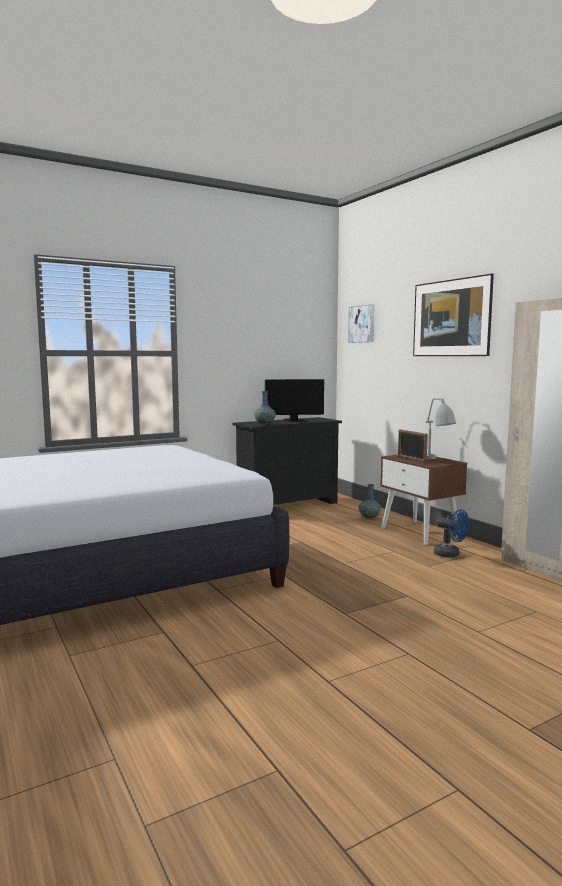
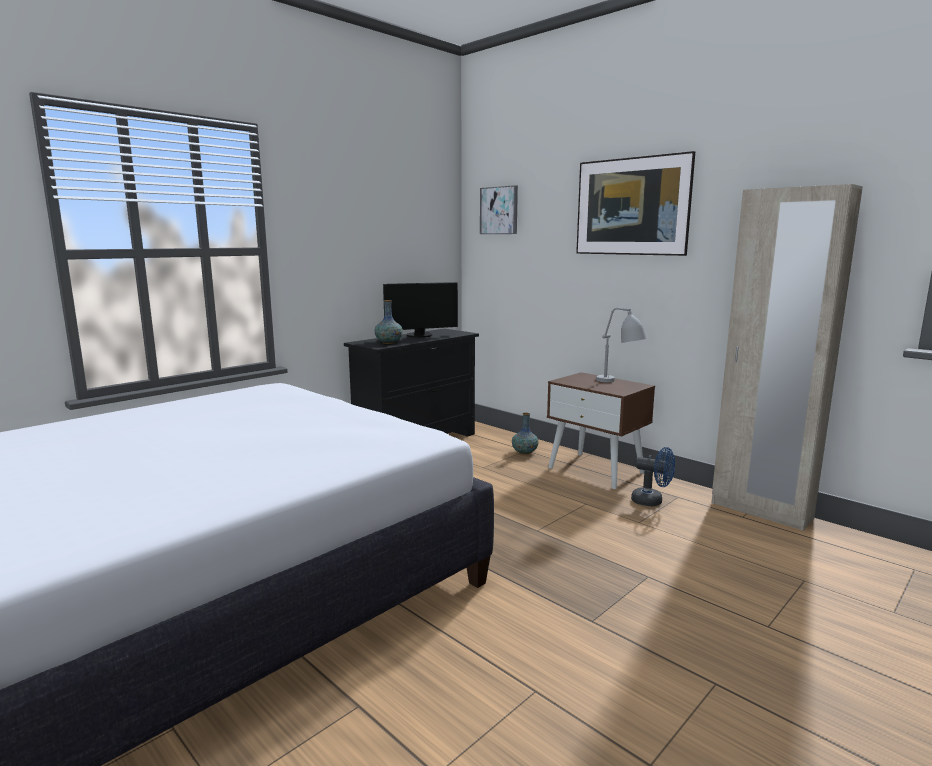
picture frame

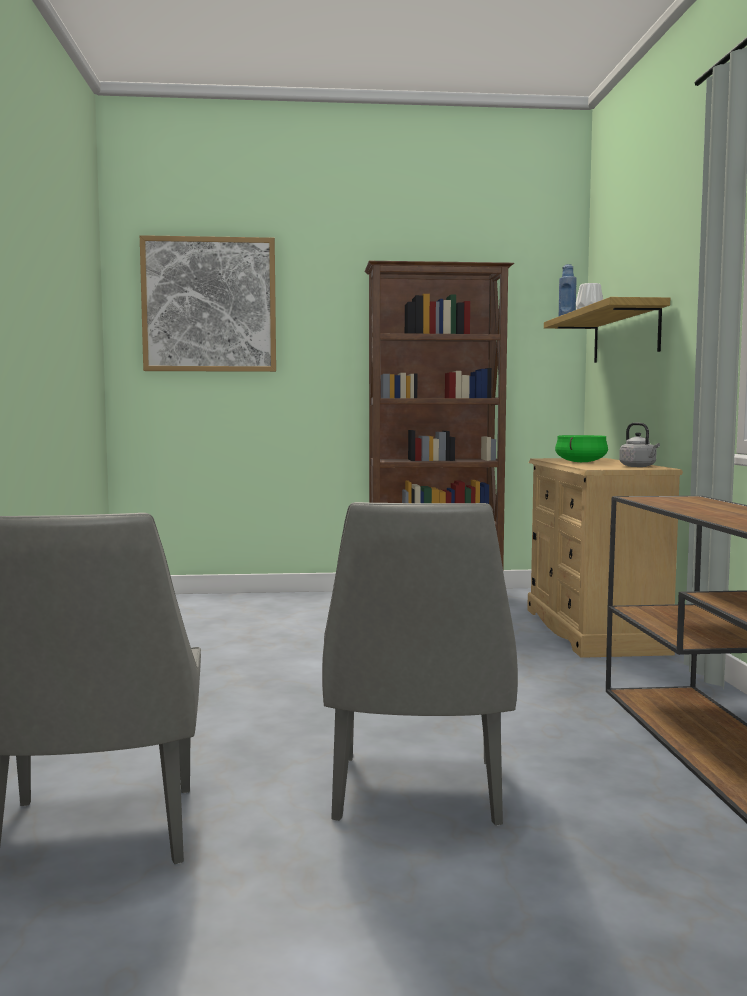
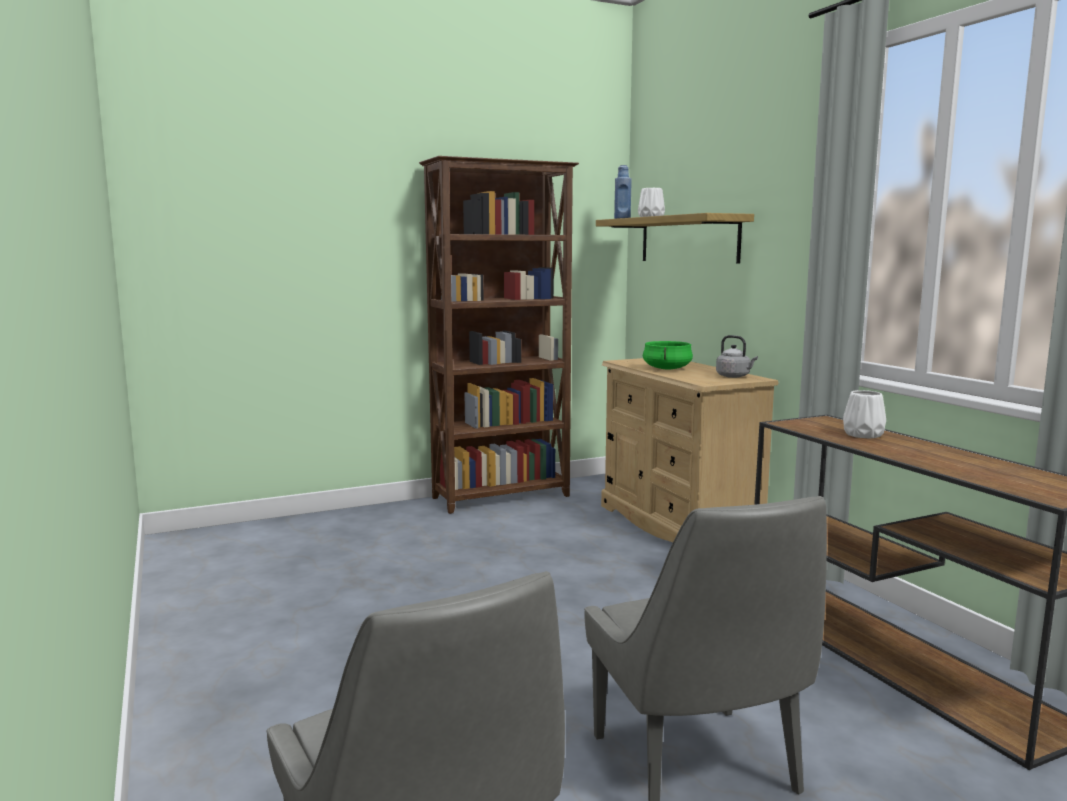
wall picture
decorative vase/white-coloured (2nd from left)

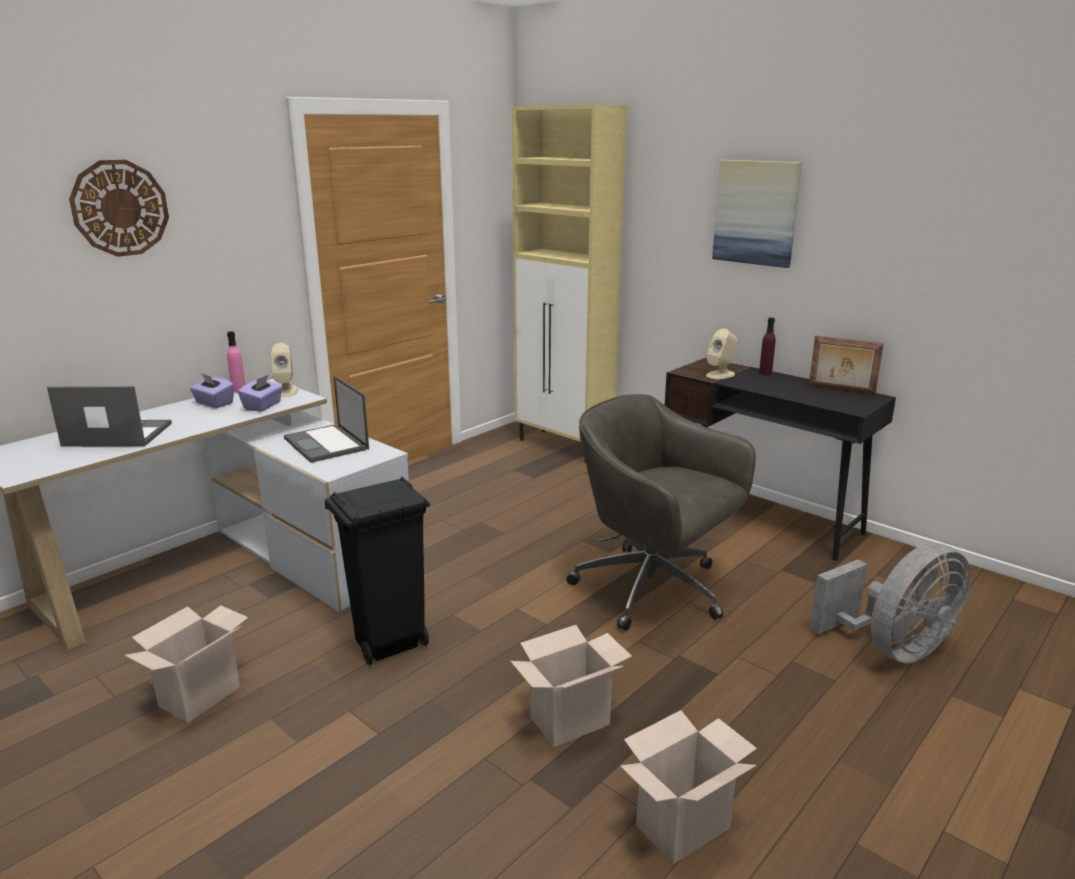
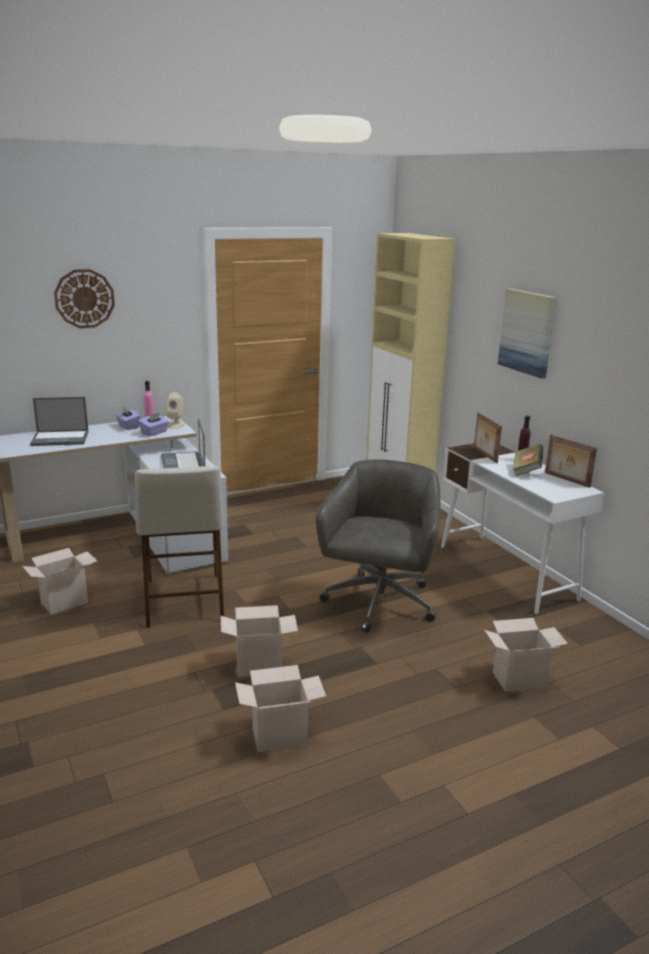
picture frame (1st from left)
desk/white-coloured (2nd from left)
portable computer (1st from left)
desk chair/grey
stool/beige
packing box (4th from left)
bound book

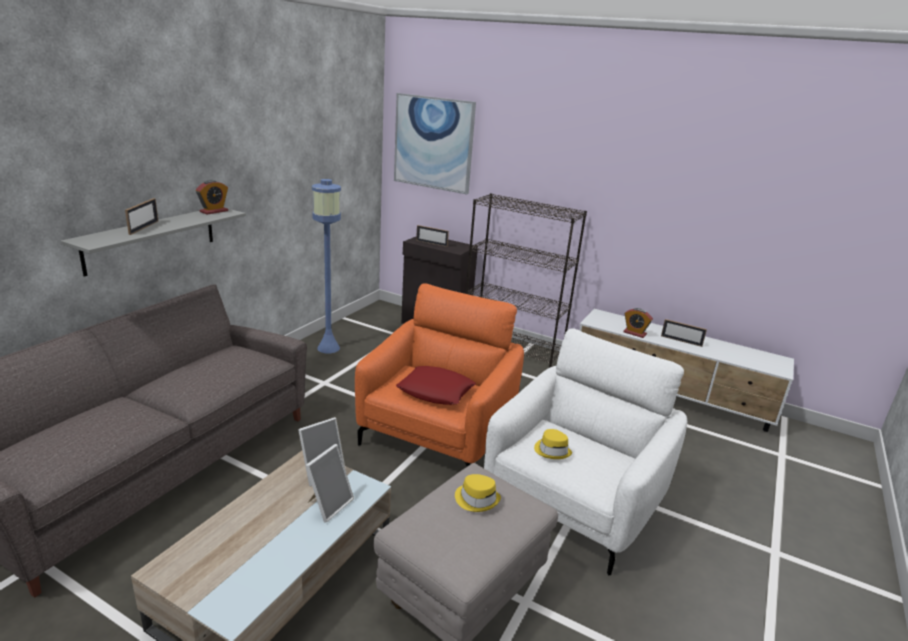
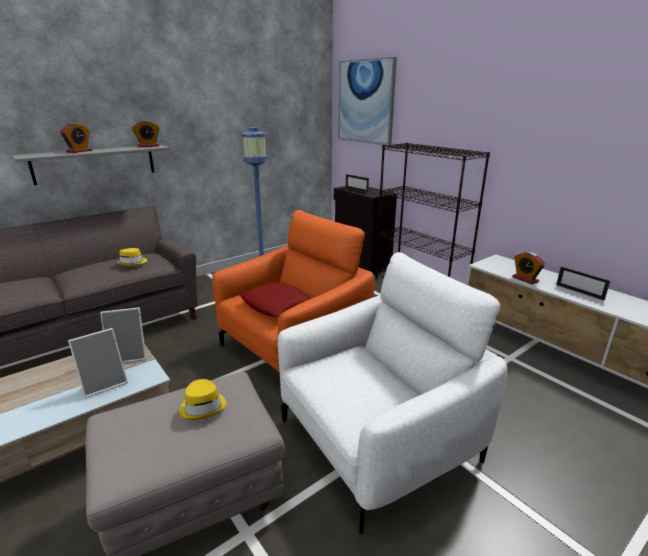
alarm clock (1st from left)
wearable hat/yellowish (1st from left)

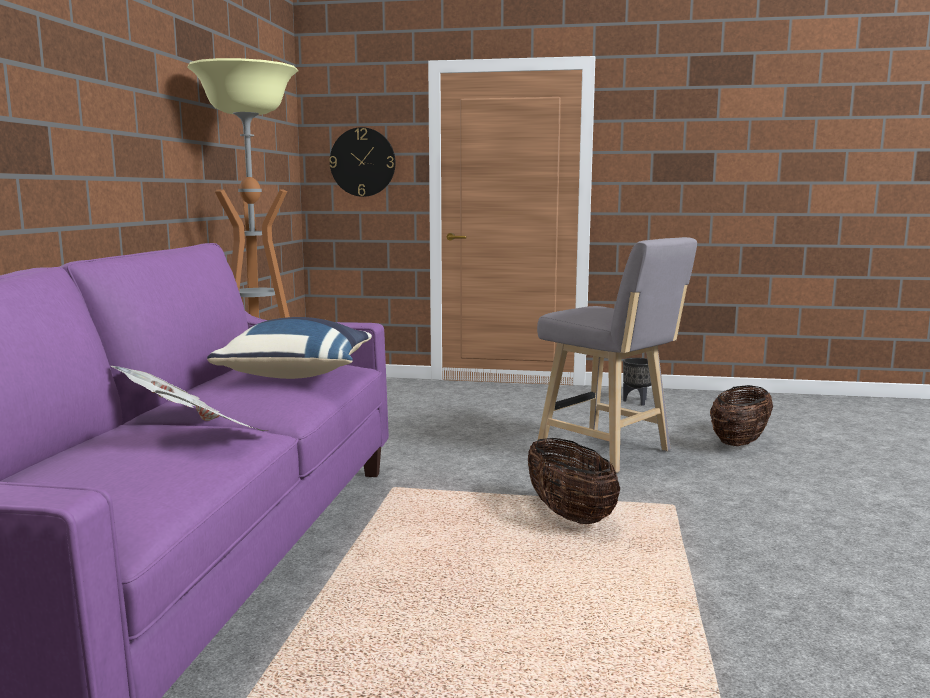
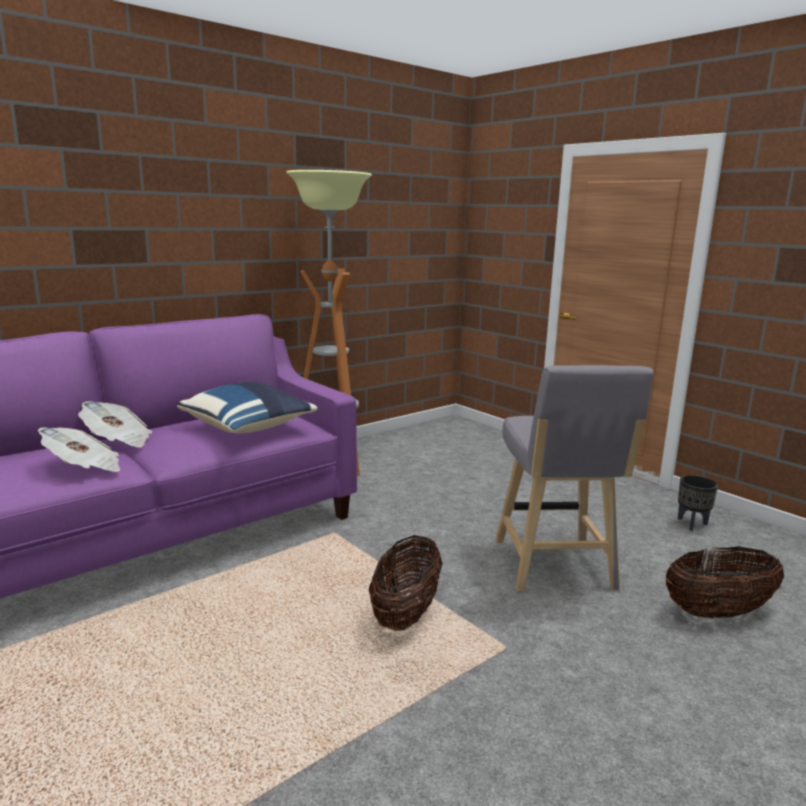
wall clock

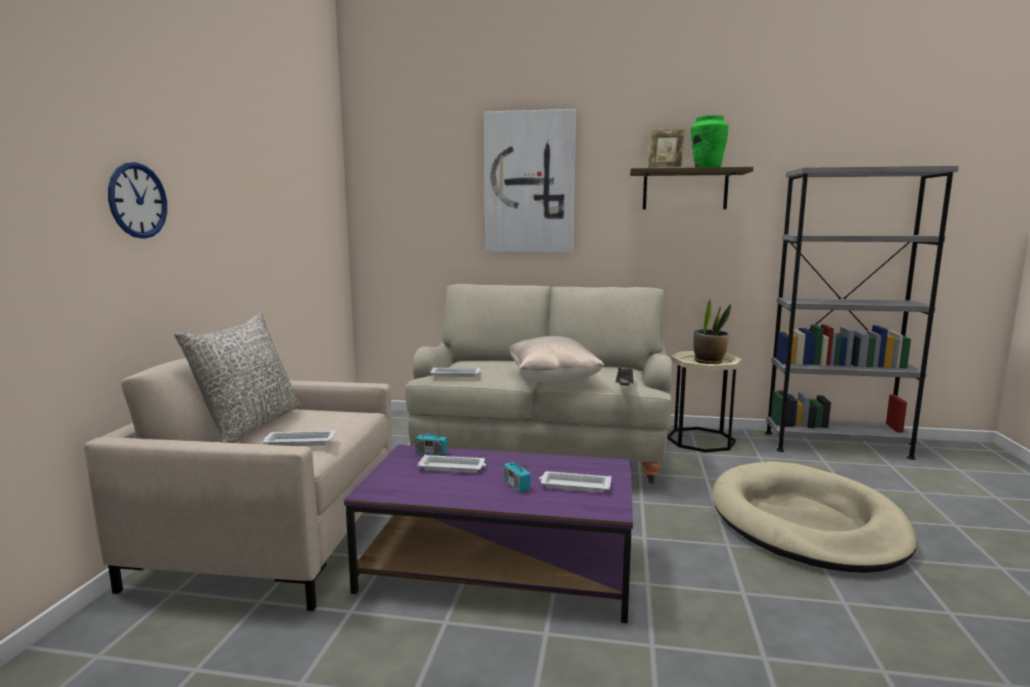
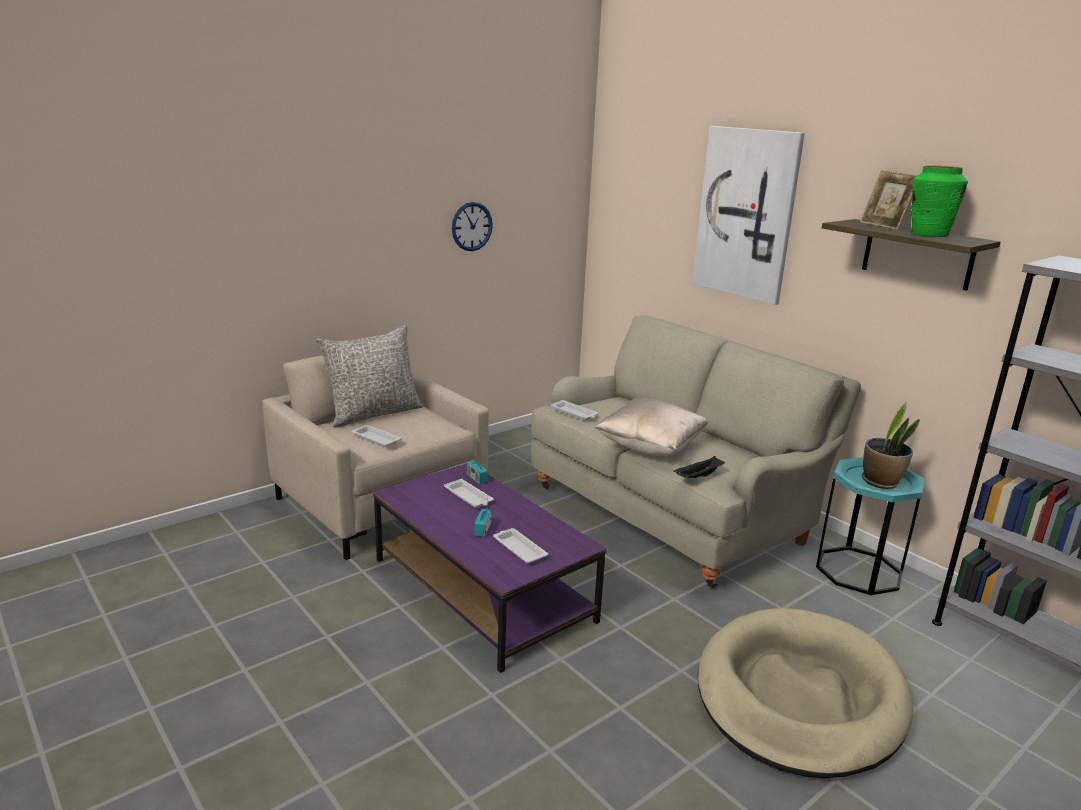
wall clock
end table/blue-green

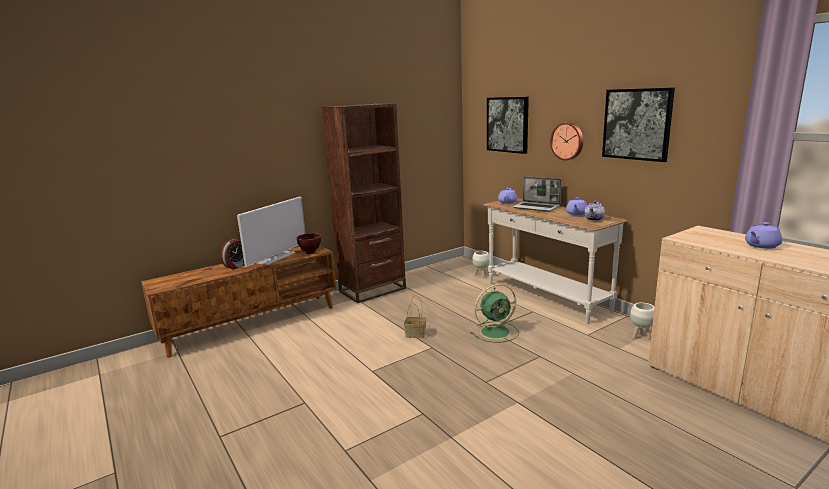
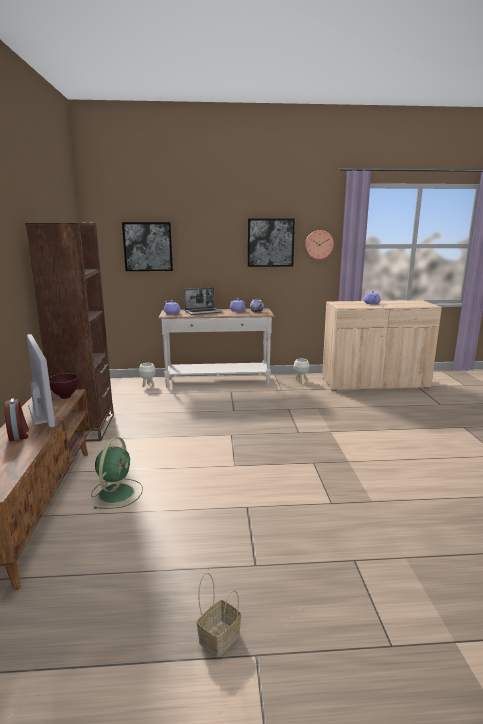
wall clock
electric fan/green
household basket

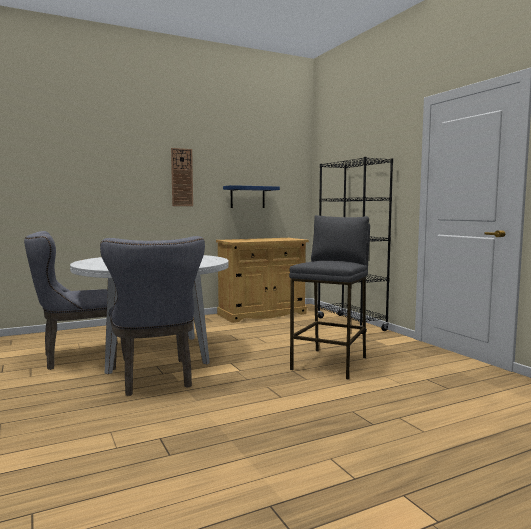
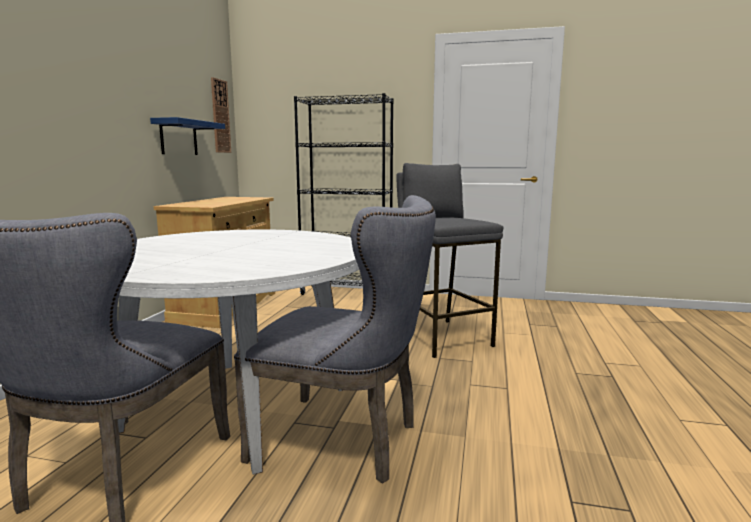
wall clock

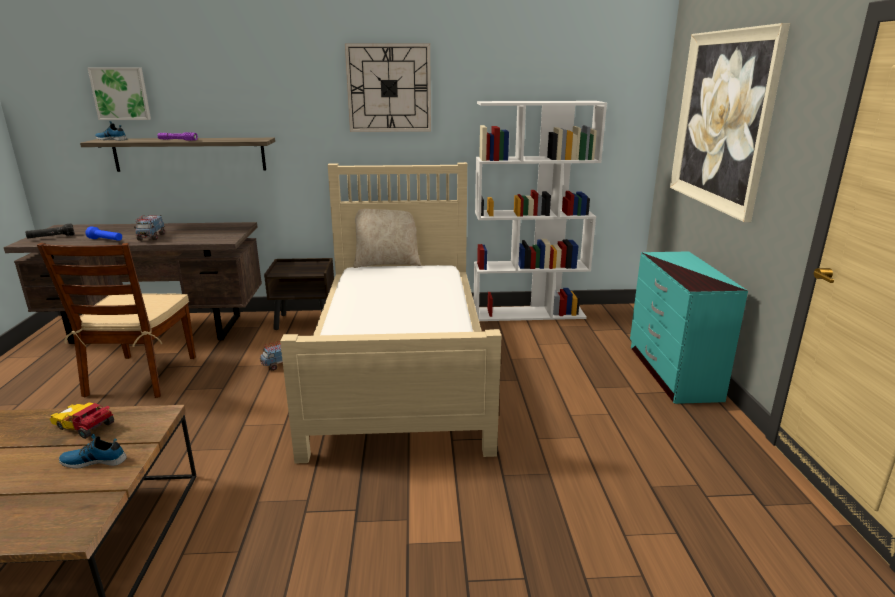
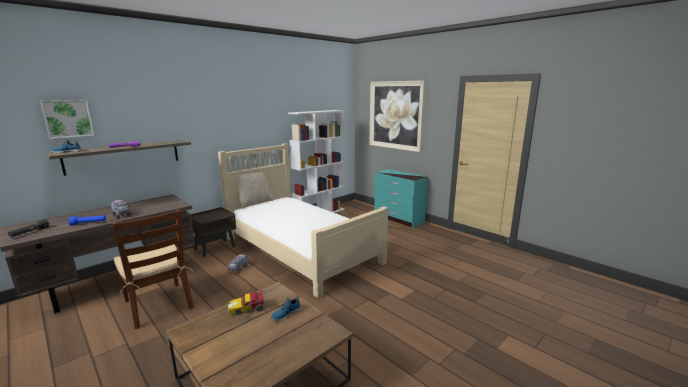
wall clock

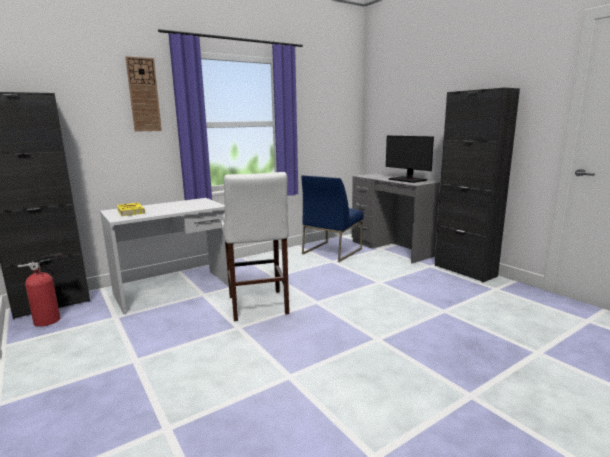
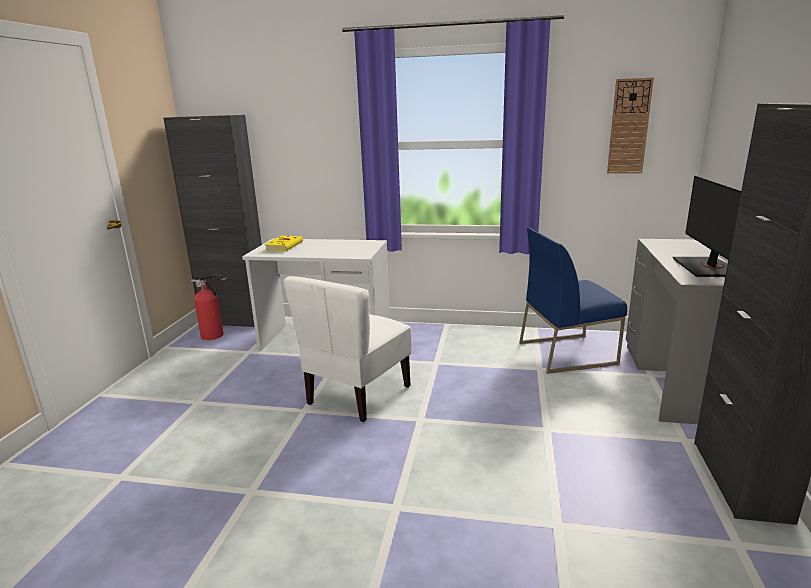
wall clock
chair/white-coloured

